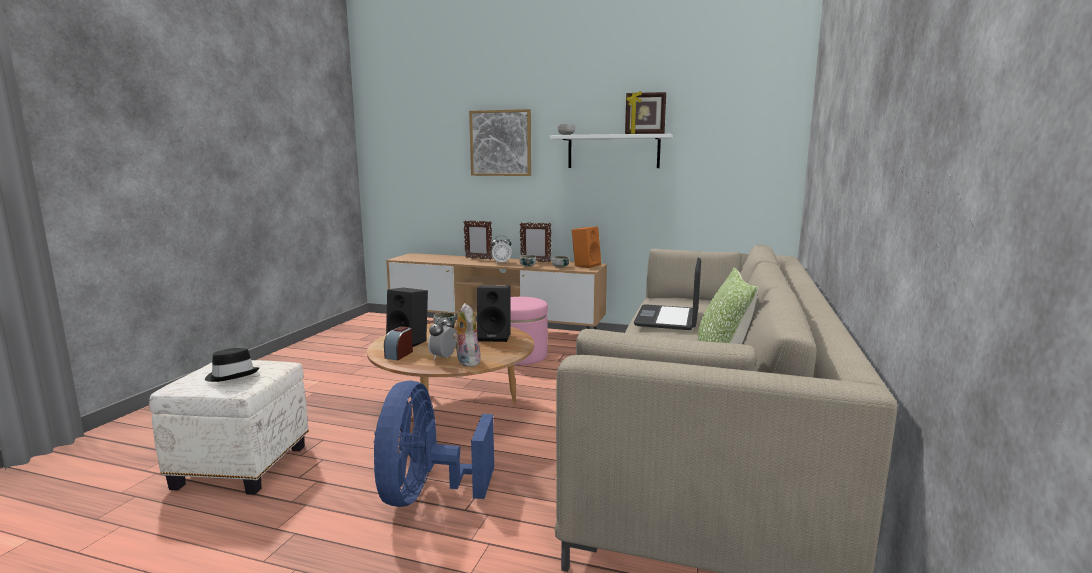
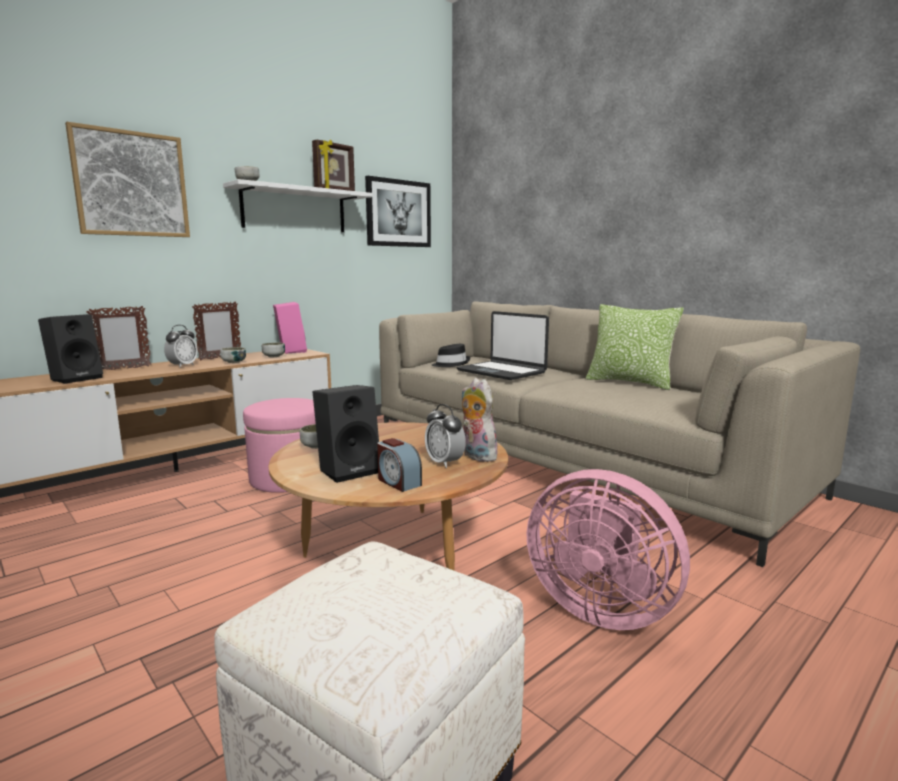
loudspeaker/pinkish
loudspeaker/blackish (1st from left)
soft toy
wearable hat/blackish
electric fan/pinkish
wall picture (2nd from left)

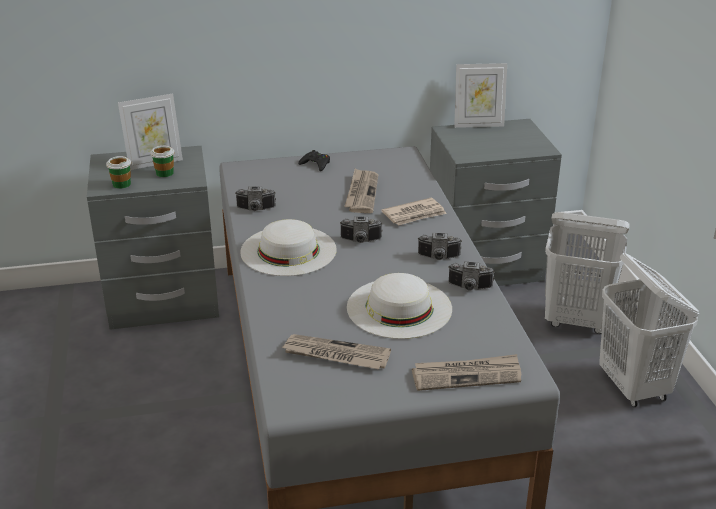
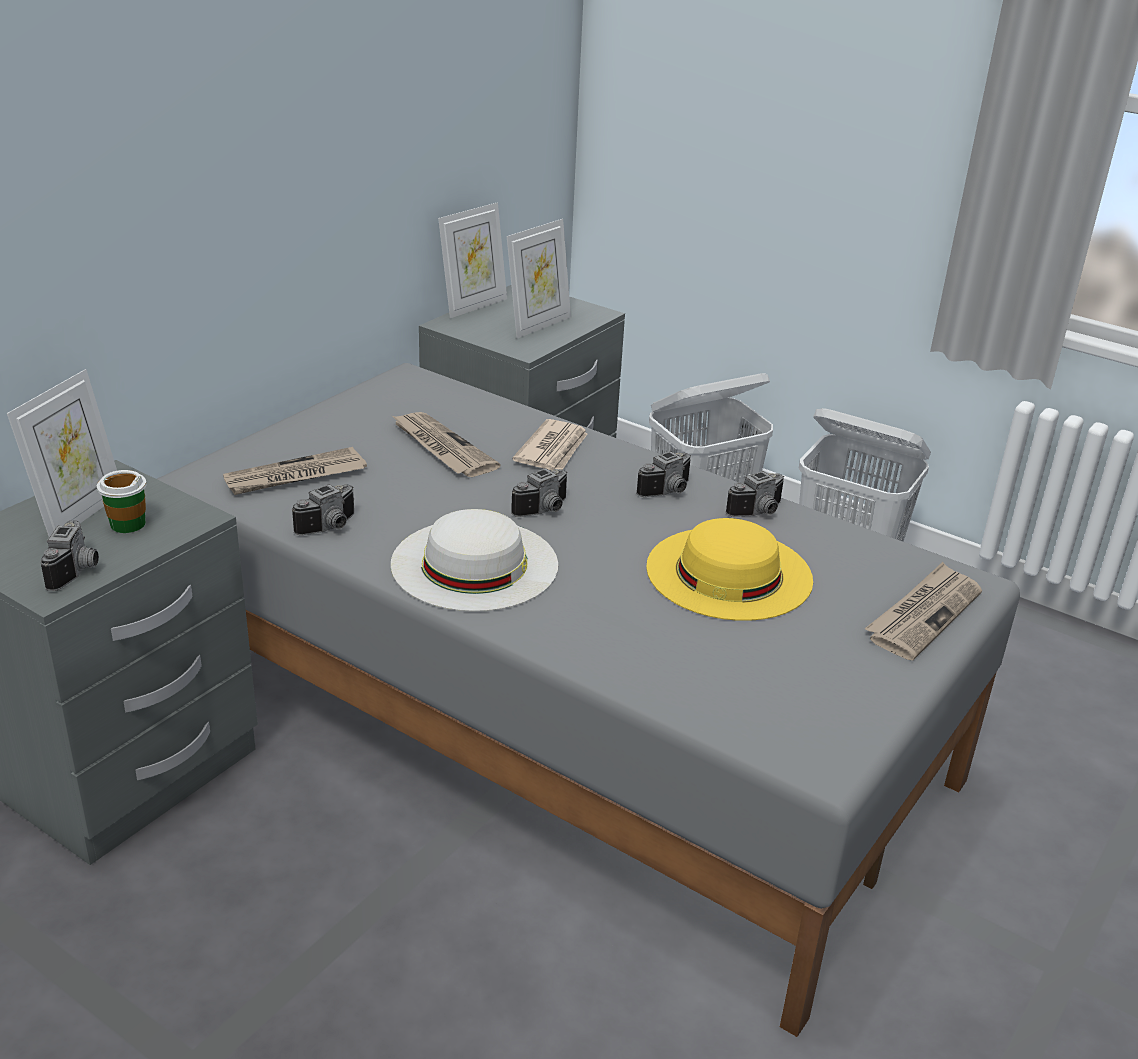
game controller/blackish
photo camera (1st from left)
wearable hat/yellowish
printed paper (1st from left)
picture frame (3rd from left)

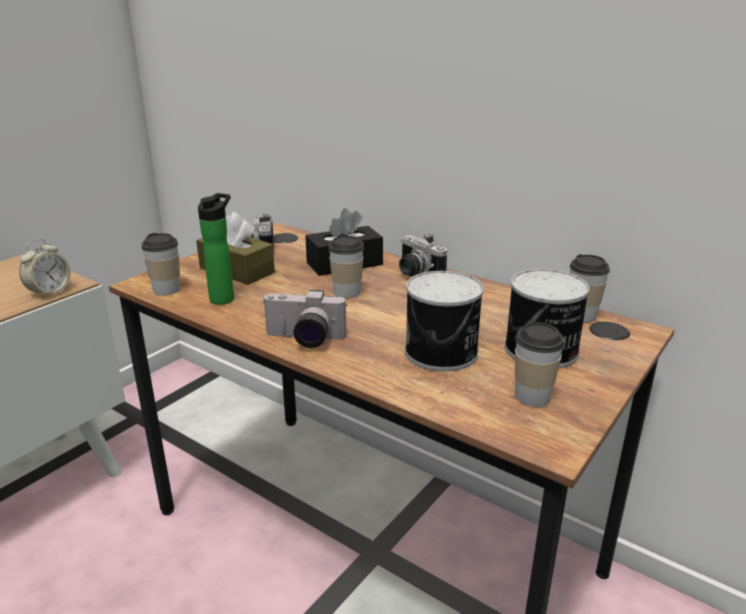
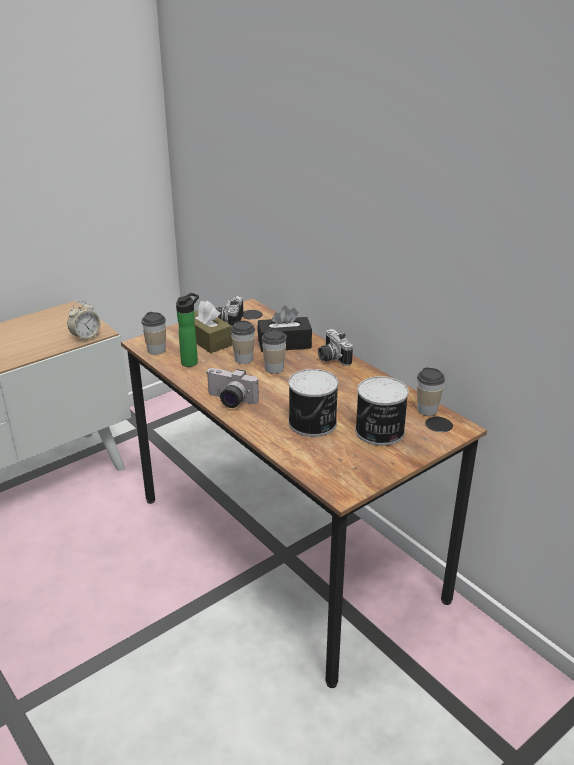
drinking cup (2nd from left)

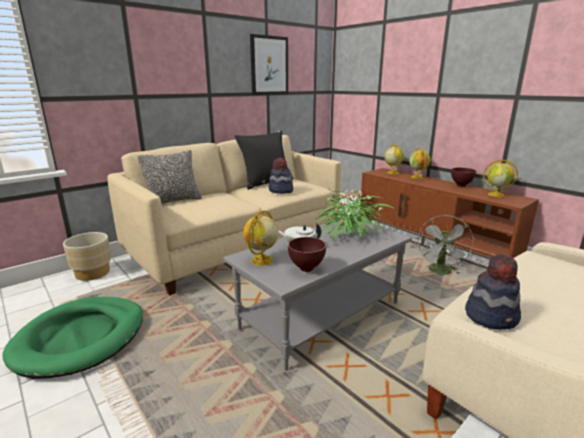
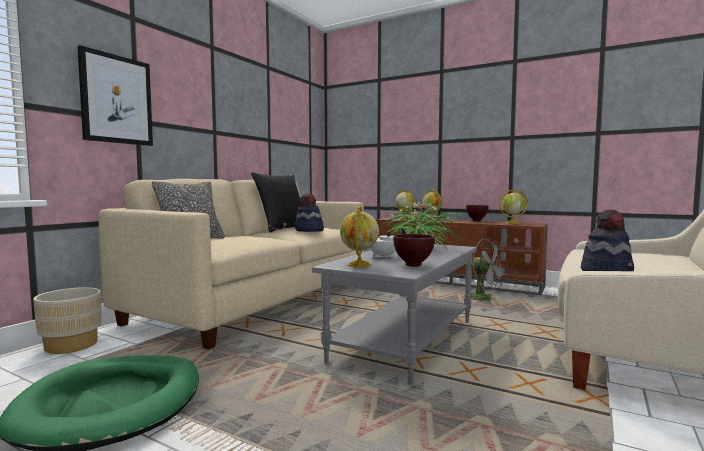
wall picture
electric fan/grey

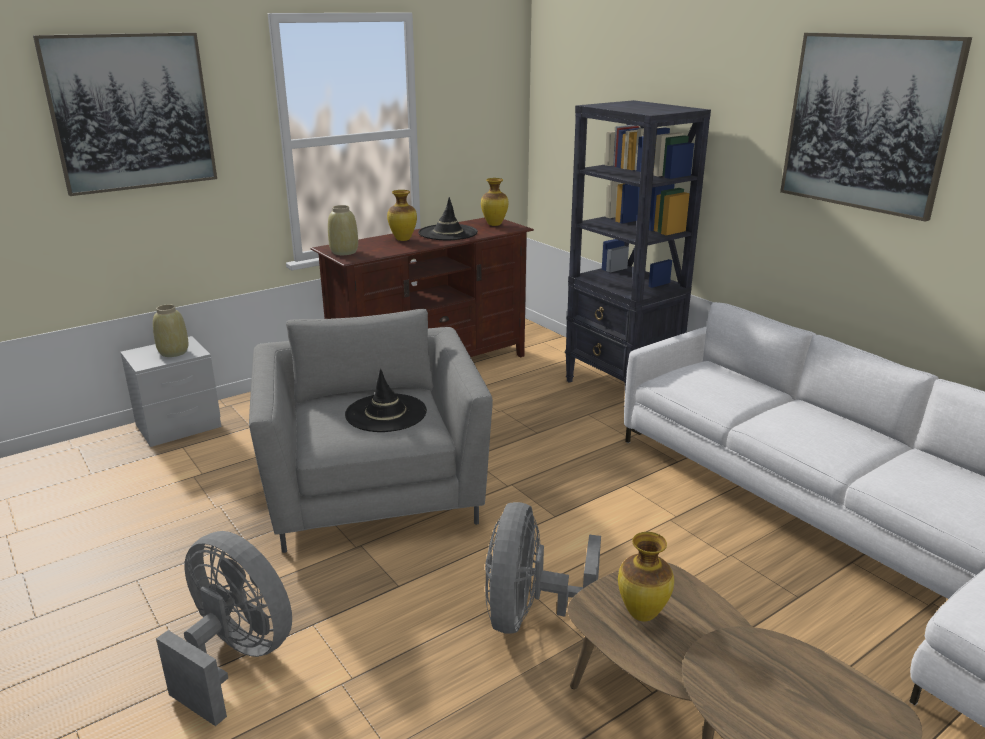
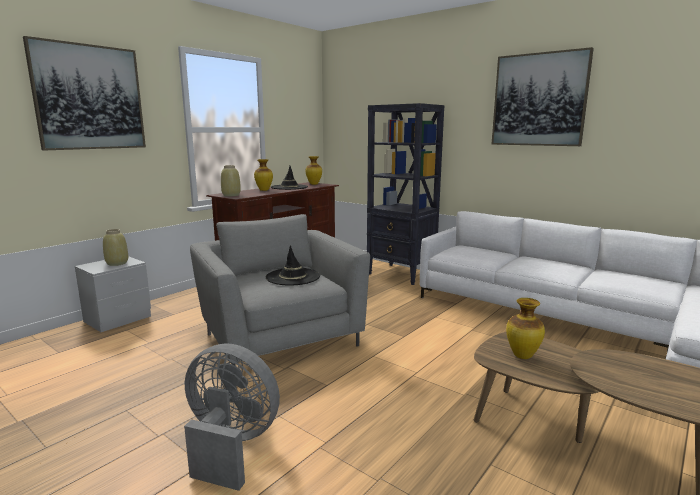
electric fan/grey (2nd from left in the first image)

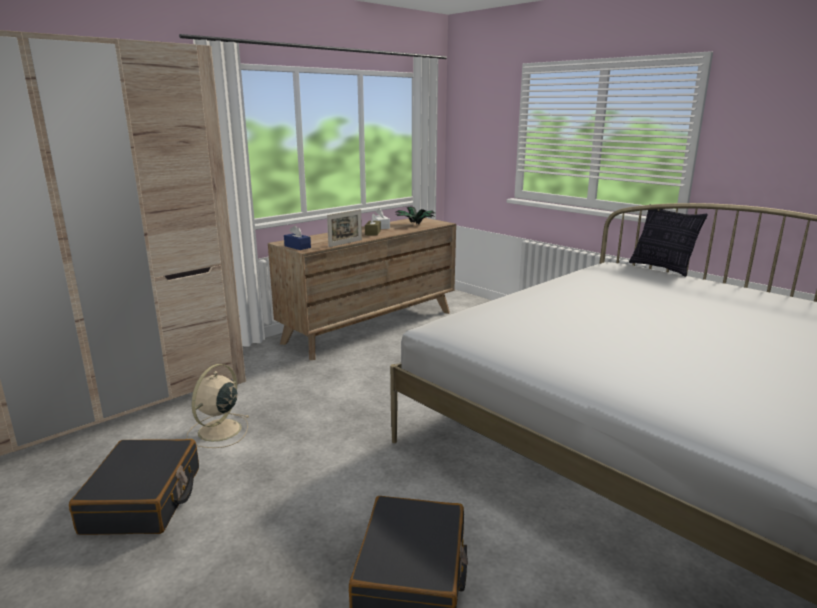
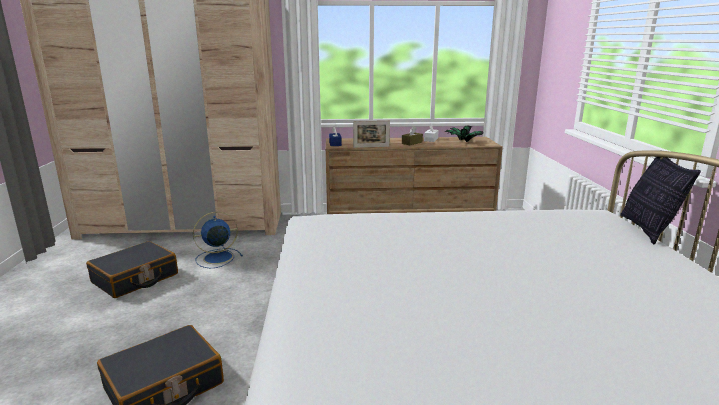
electric fan/blue

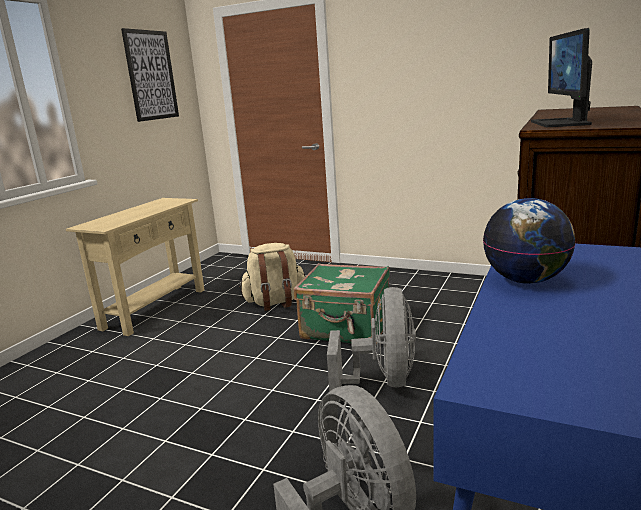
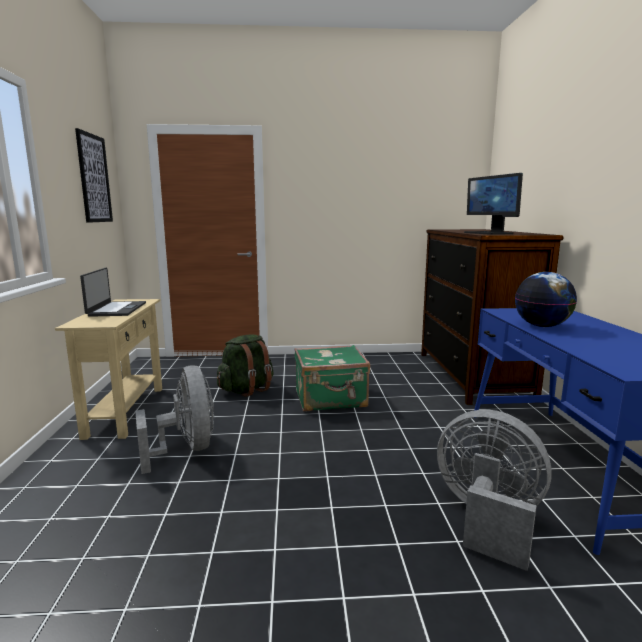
backpack/green
electric fan/grey (1st from left)
portable computer

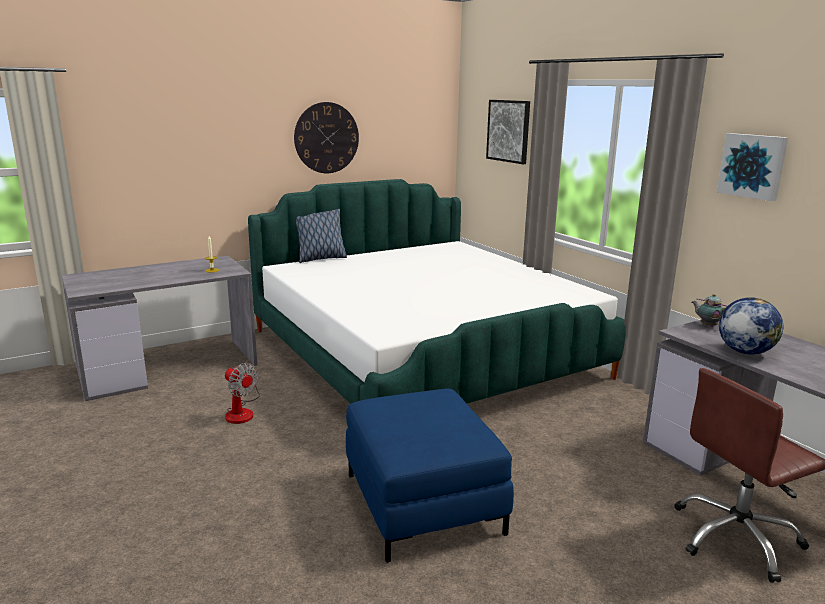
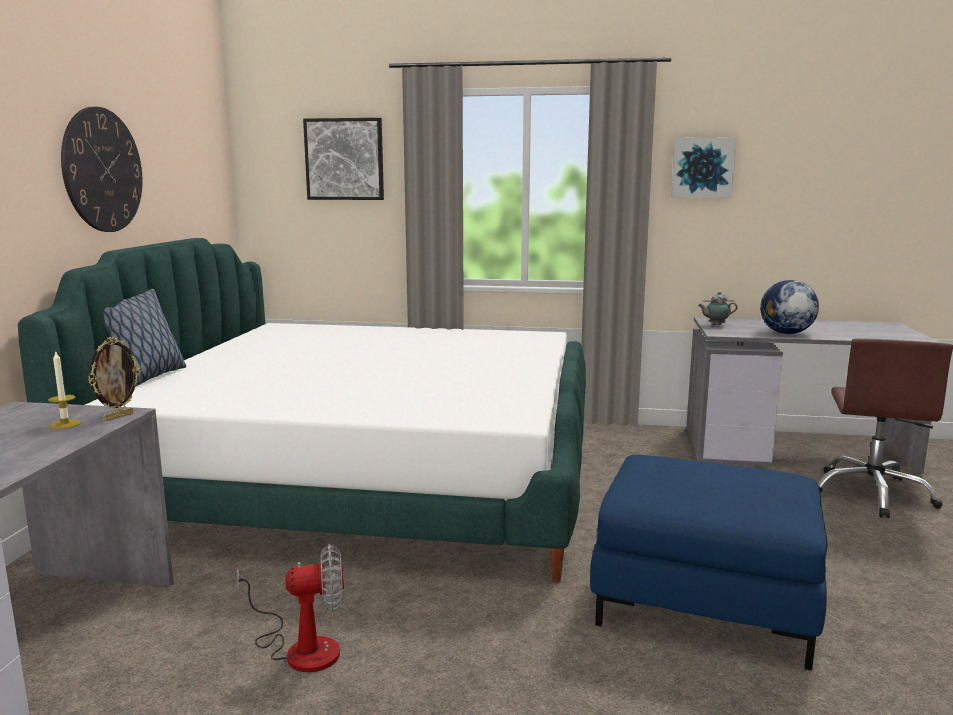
picture frame

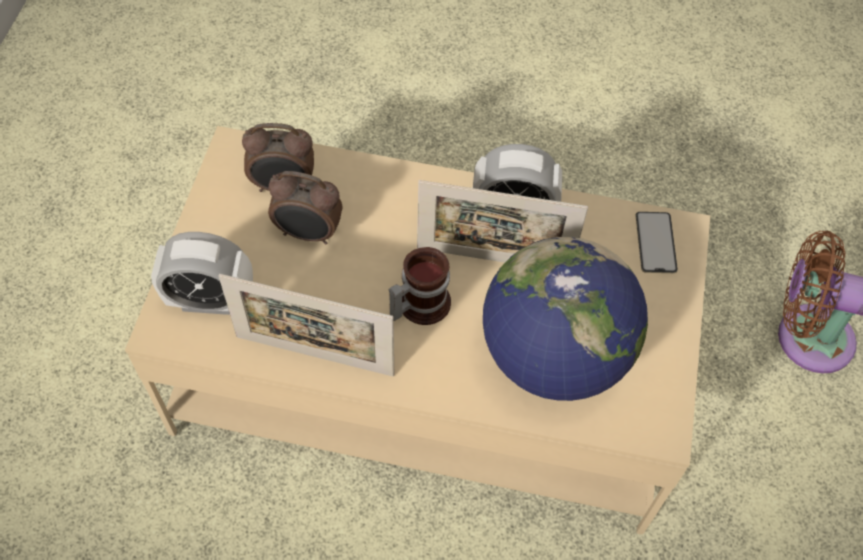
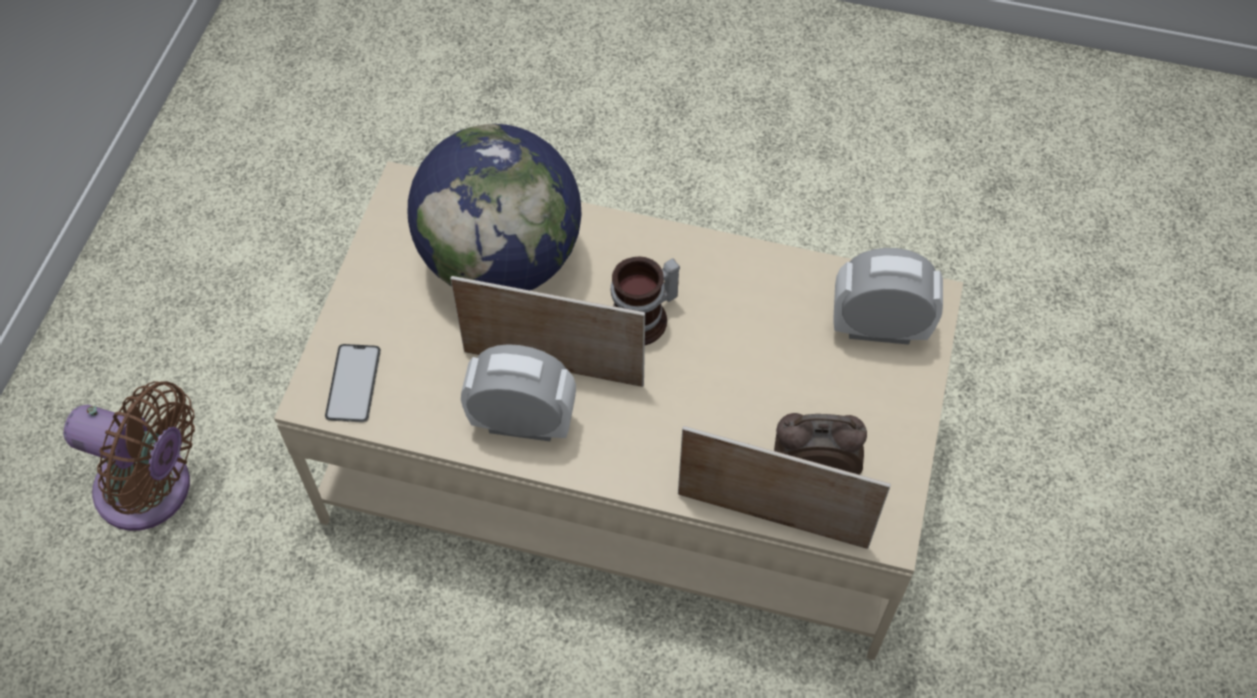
alarm clock (3rd from left in the first image)
picture frame (2nd from left)

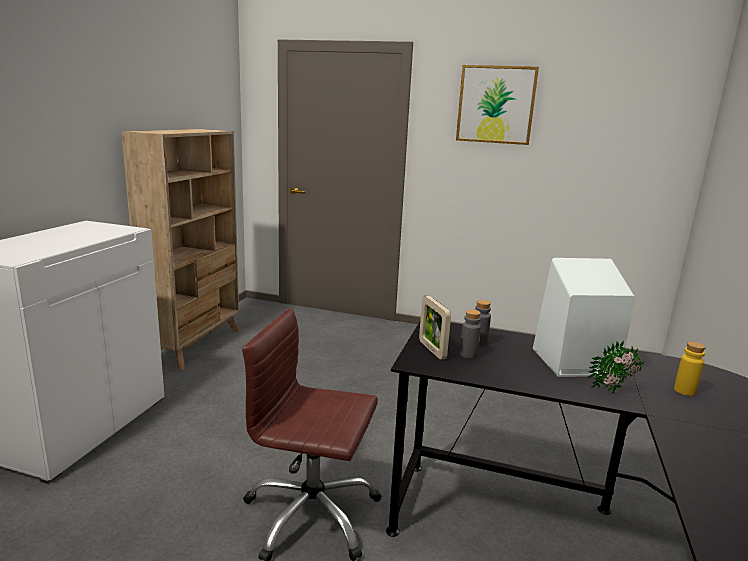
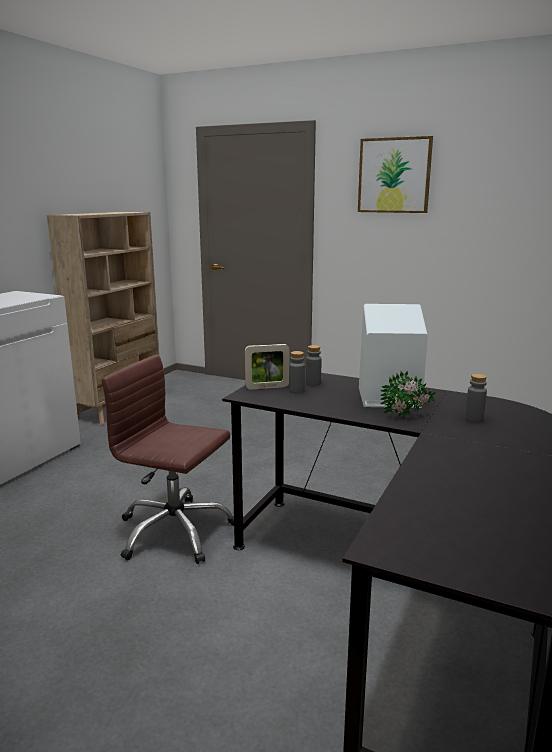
picture frame
beverage bottle/grey (3rd from left)

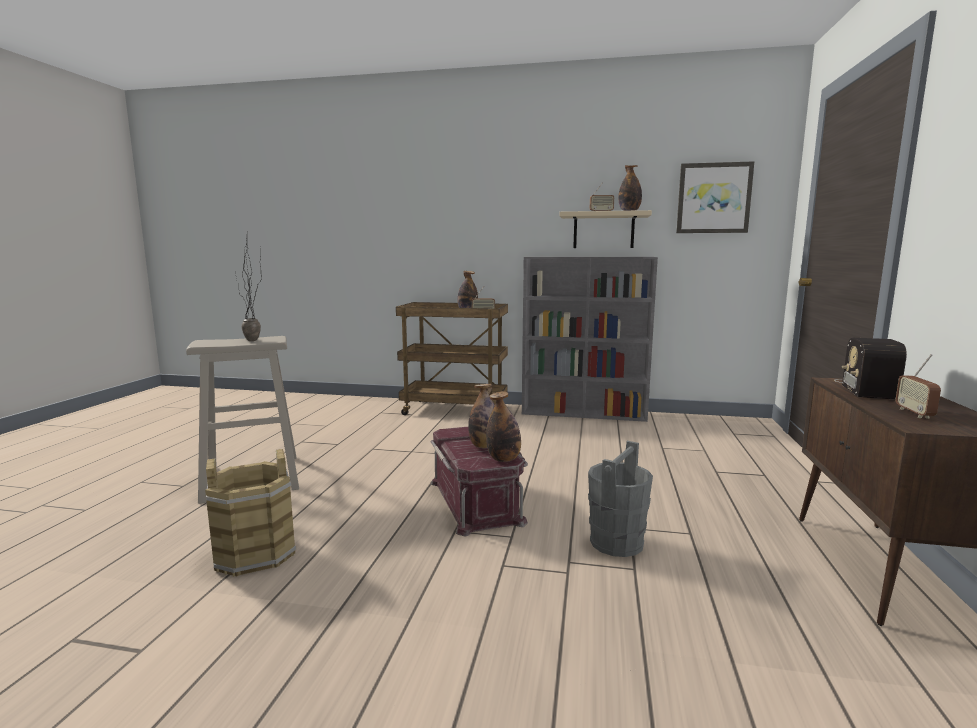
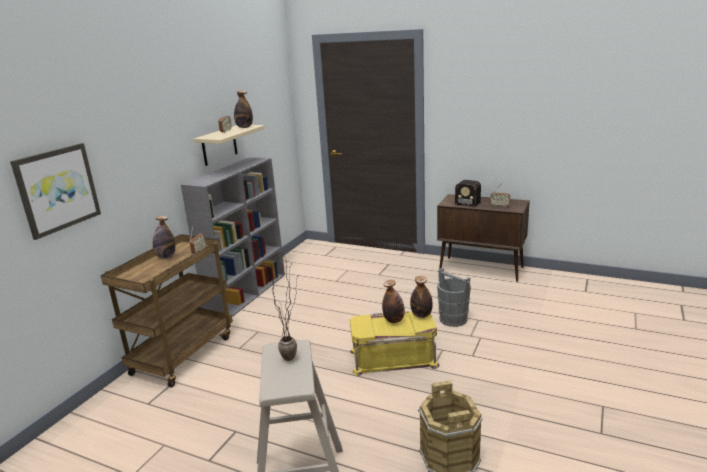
wall picture
storage bin/yellowish

